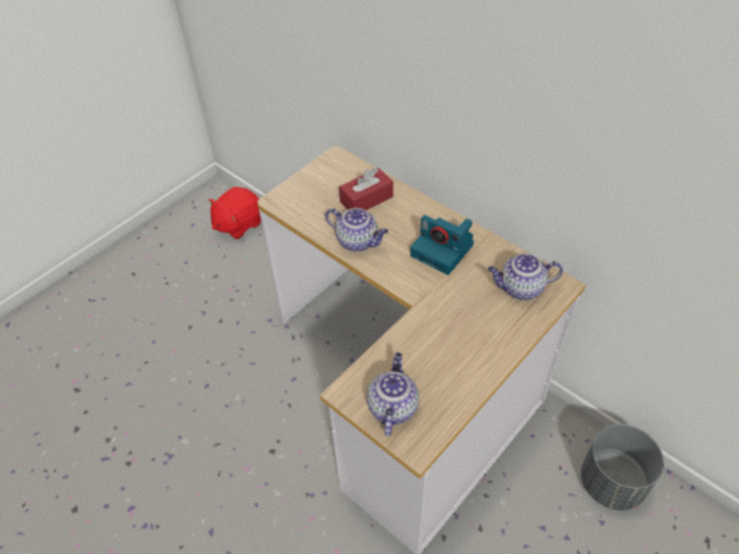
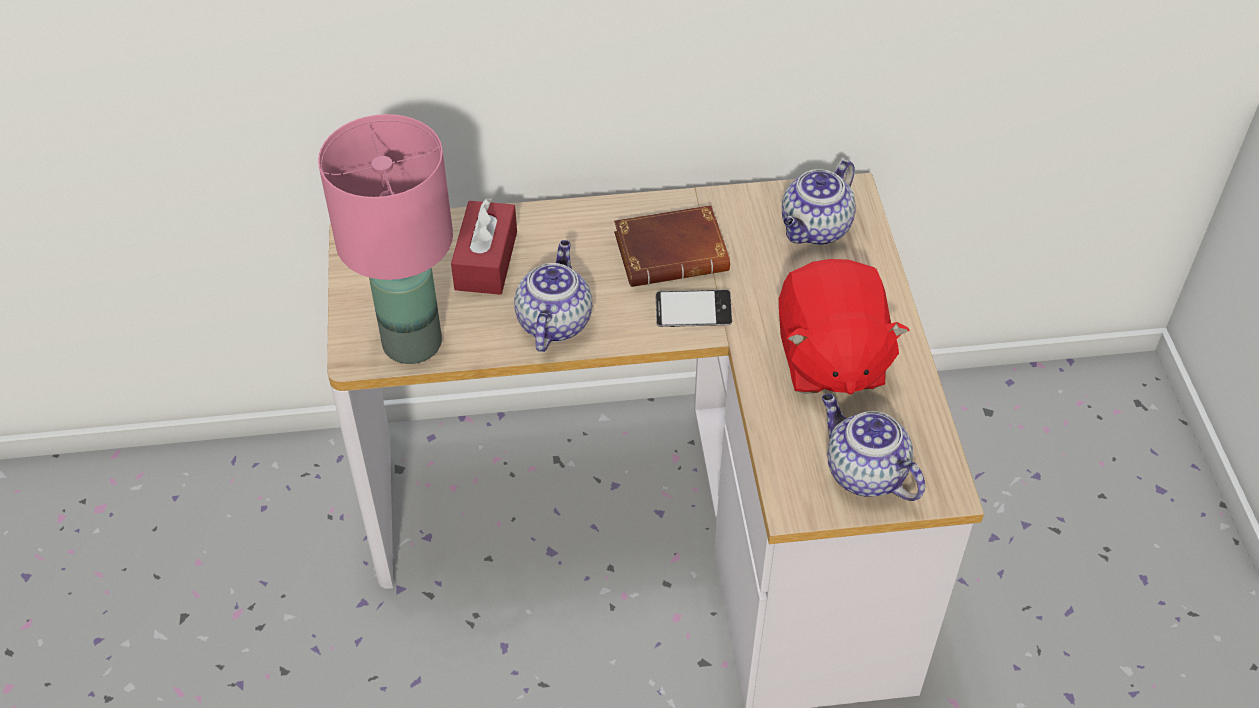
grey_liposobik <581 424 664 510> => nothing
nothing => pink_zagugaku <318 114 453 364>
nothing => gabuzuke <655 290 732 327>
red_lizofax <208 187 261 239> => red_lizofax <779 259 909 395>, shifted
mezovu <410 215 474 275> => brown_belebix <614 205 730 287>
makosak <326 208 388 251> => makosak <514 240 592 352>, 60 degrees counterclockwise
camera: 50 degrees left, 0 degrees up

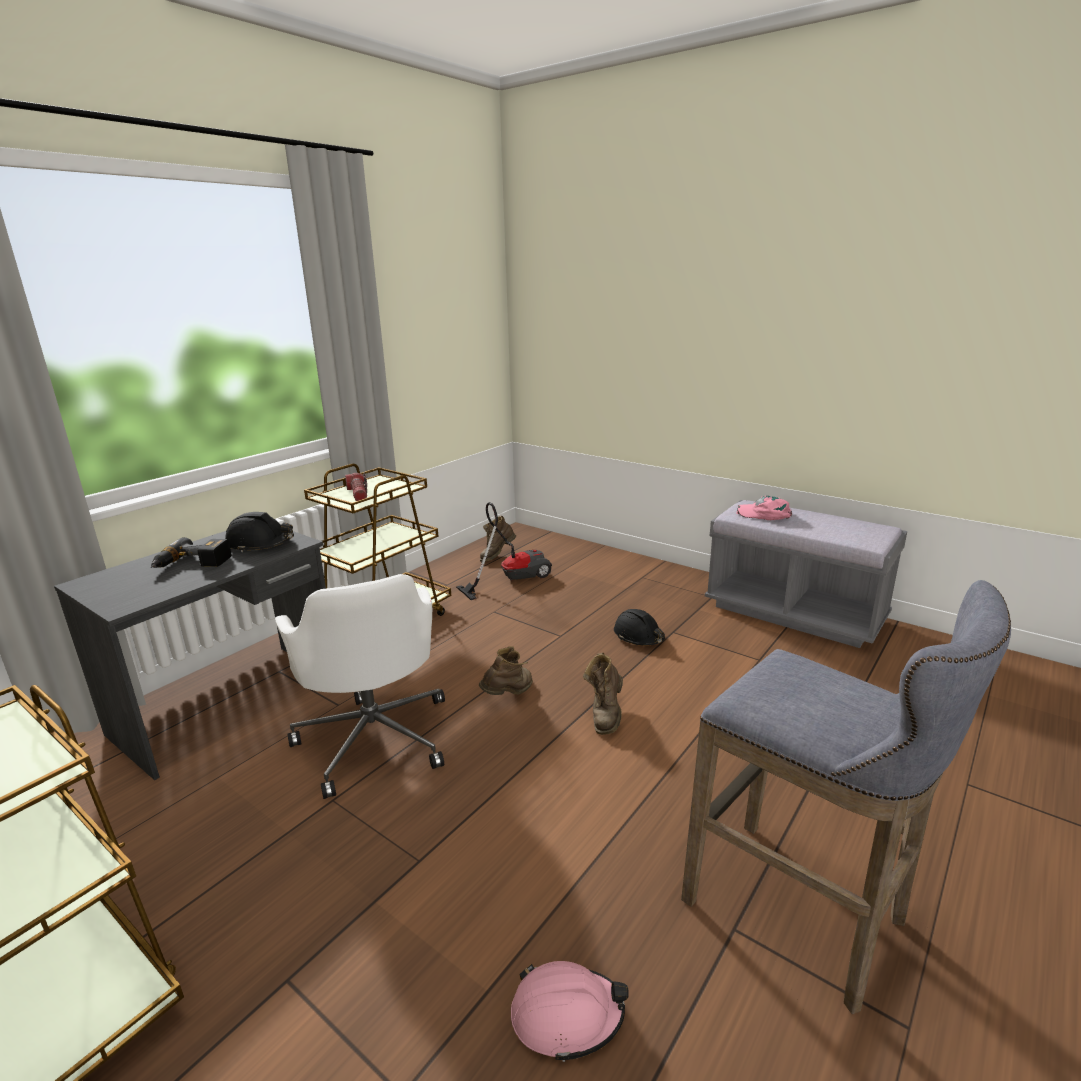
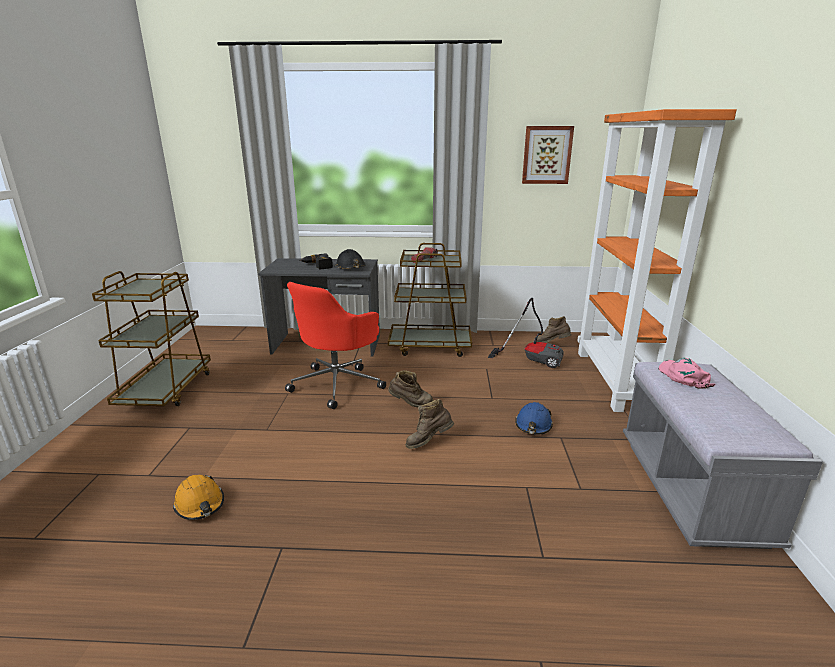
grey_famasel <681 580 1011 1014> => nothing
nothing => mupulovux <522 126 574 184>
nothing => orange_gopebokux <577 109 737 412>
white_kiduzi <275 574 445 799> => red_kiduzi <285 282 386 409>
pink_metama <511 961 629 1062> => orange_metama <173 475 224 520>
black_metama <614 609 665 646> => blue_metama <515 402 553 435>
camera: 55 degrees right, 0 degrees up

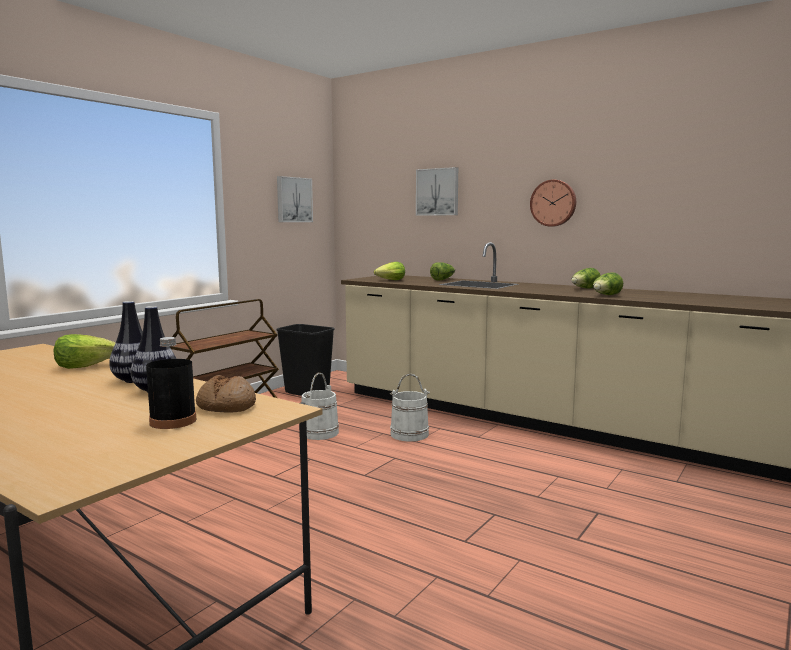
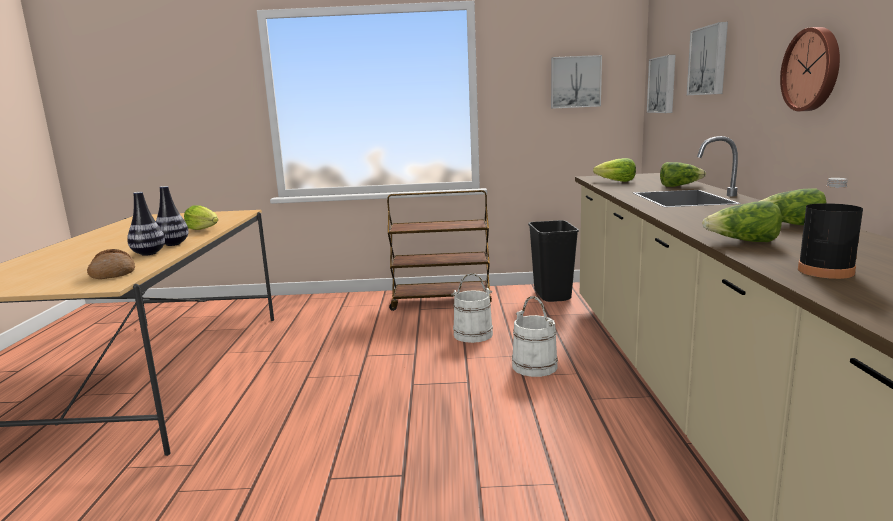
nothing => mupulovux <647 55 676 113>
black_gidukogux <146 337 196 429> => black_gidukogux <798 178 863 279>, shifted
camera: 55 degrees right, 5 degrees up

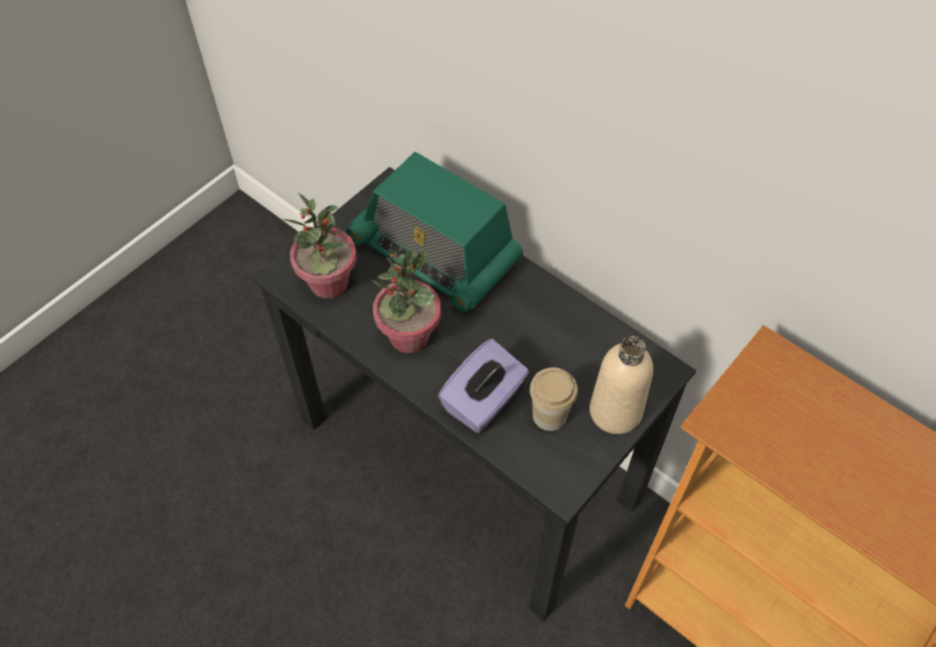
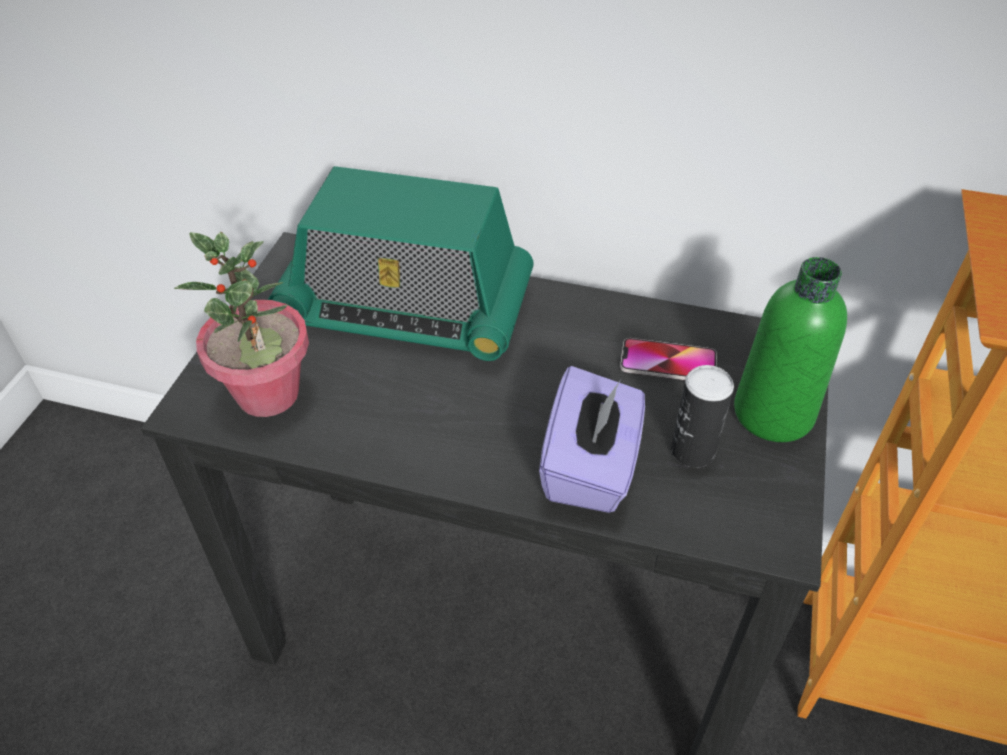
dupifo <372 250 441 353> => nothing
nothing => gabuzuke <620 338 717 380>
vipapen <530 368 578 431> => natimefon <671 365 734 468>
beige_gidukogux <590 336 653 434> => green_gidukogux <734 257 847 442>
camera: 25 degrees left, 10 degrees down

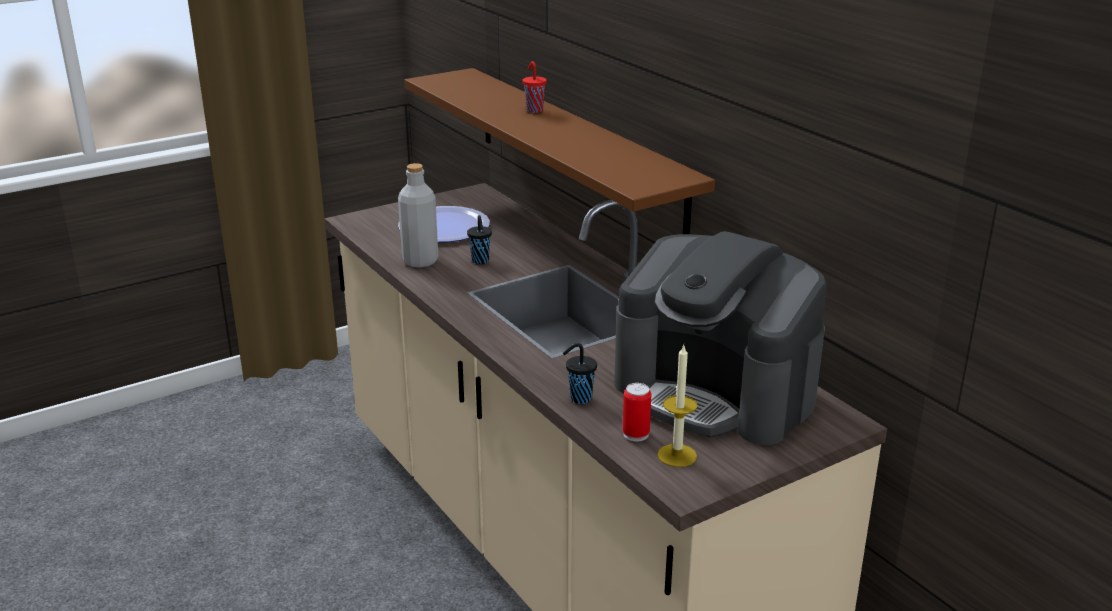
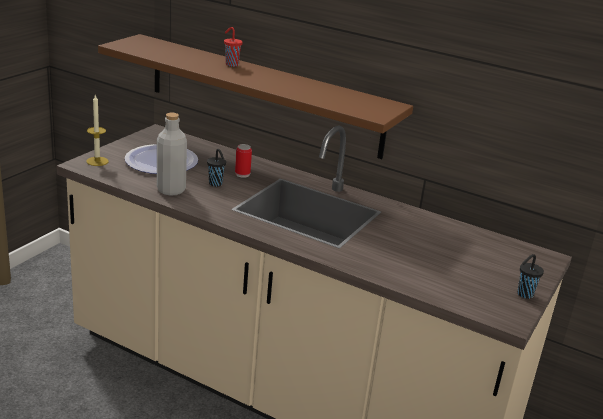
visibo <614 231 827 445> => nothing
black_vipapen <563 343 597 404> => black_vipapen <517 254 544 299>, shifted
natimefon <623 383 651 442> => natimefon <235 144 252 178>, shifted
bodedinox <657 345 698 467> => bodedinox <86 95 109 166>, shifted
camera: 30 degrees left, 0 degrees up

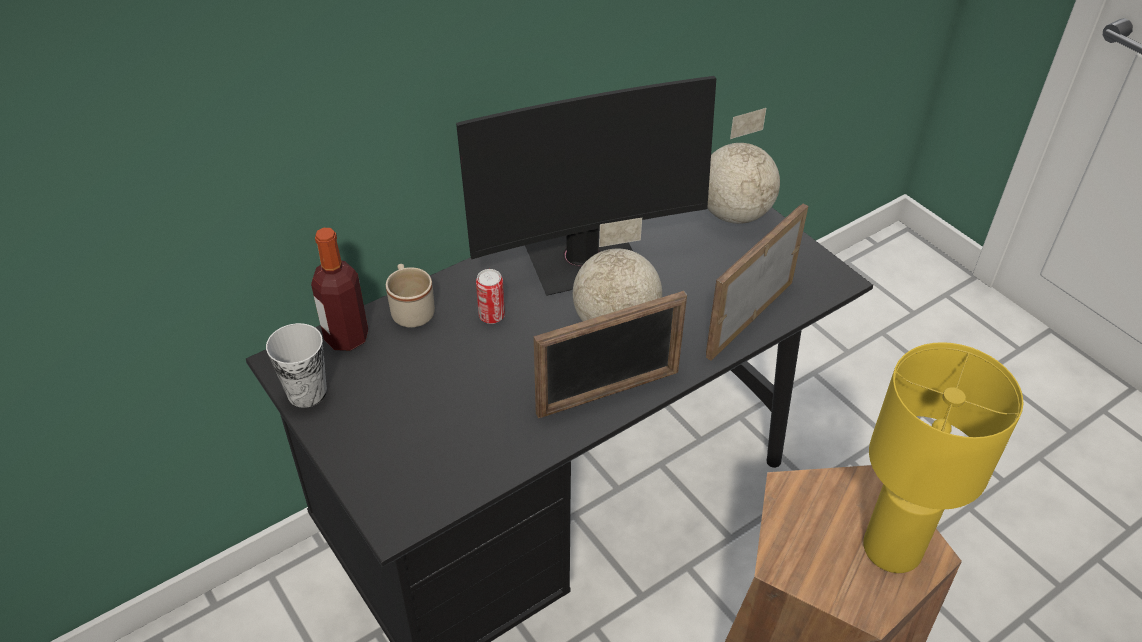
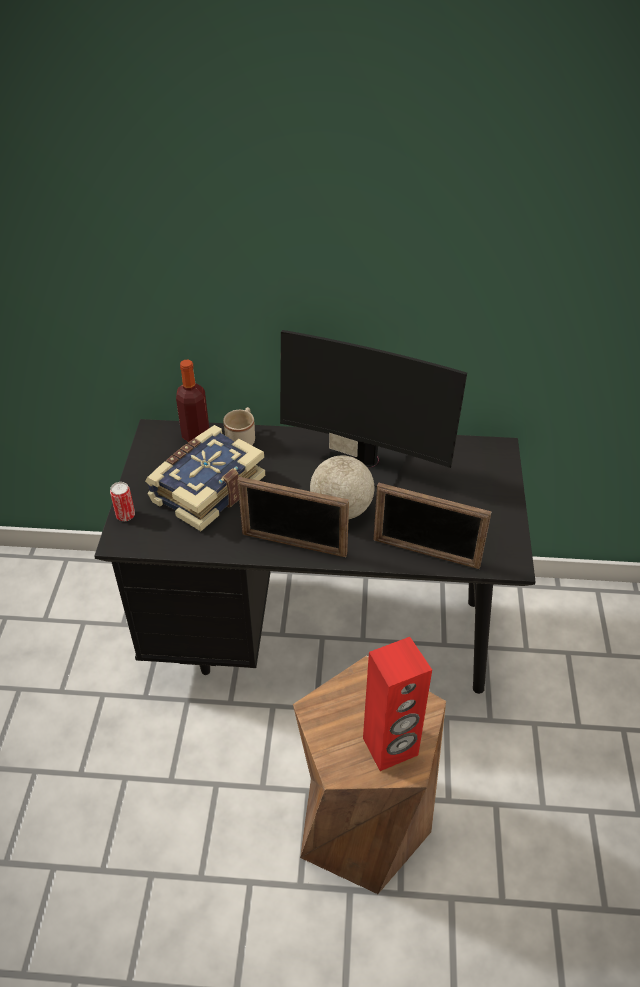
vipapen <266 323 327 408> => nothing
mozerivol <707 108 780 224> => nothing
nothing => belebix <145 425 265 531>
natimefon <476 269 505 324> => natimefon <110 482 135 521>, shifted
yellow_zagugaku <863 342 1023 573> => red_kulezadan <363 637 432 771>
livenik <706 204 808 361> => livenik <374 483 492 569>, 150 degrees counterclockwise
camera: 40 degrees right, 0 degrees up

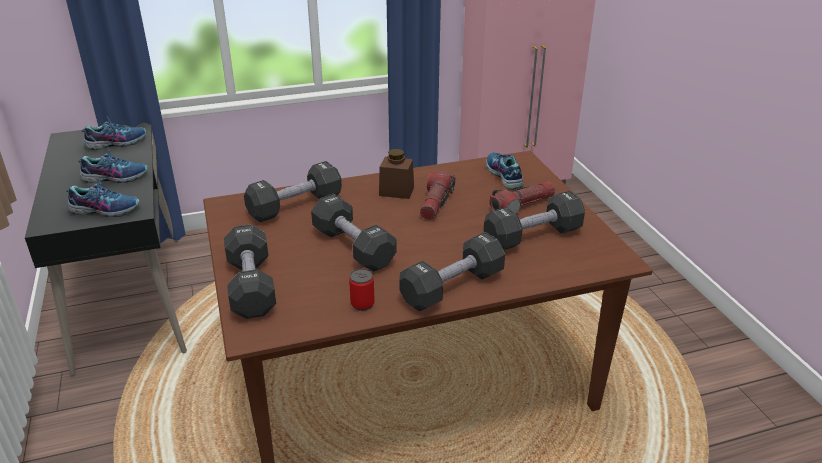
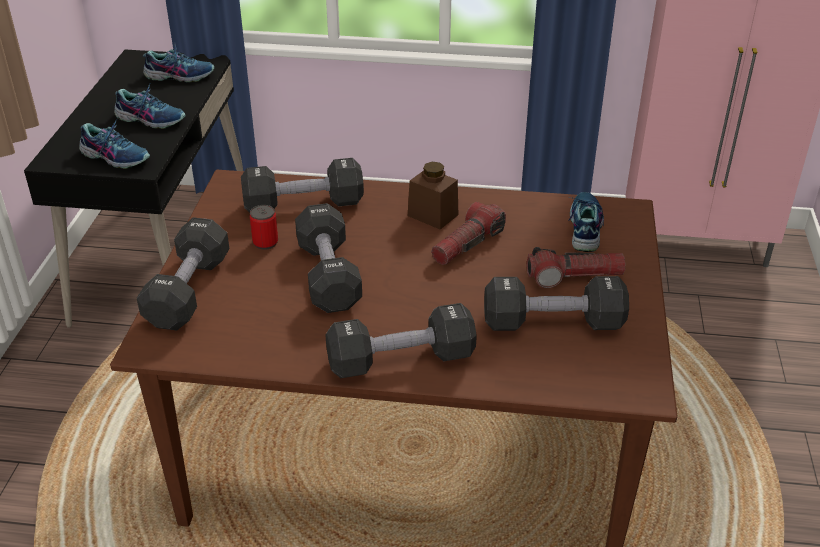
natimefon <349 269 375 311> => natimefon <250 205 278 250>, shifted
camera: 25 degrees right, 5 degrees up

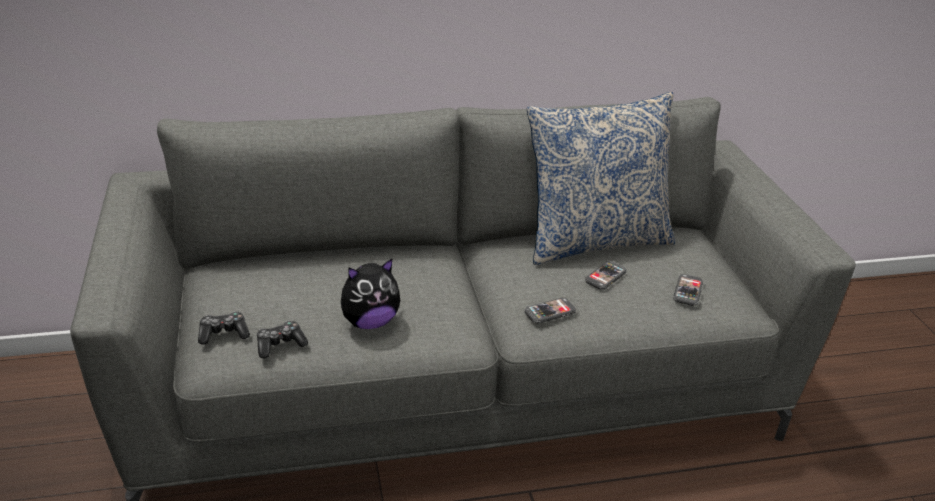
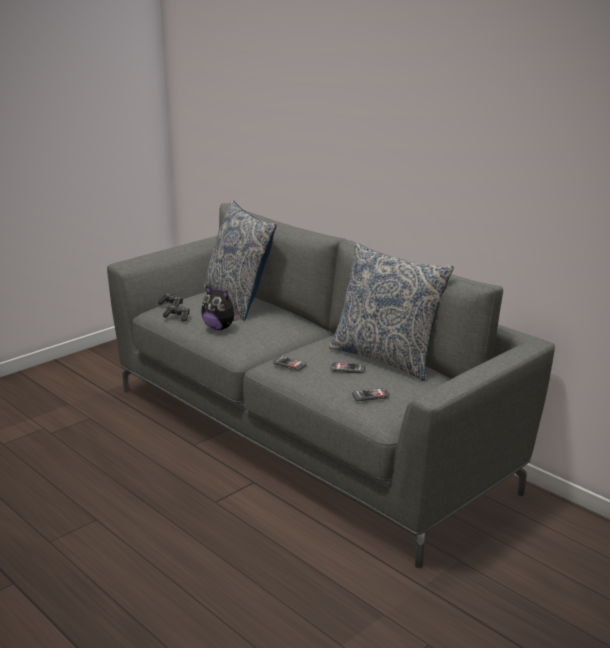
nothing => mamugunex <204 200 277 321>
camera: 60 degrees right, 10 degrees down

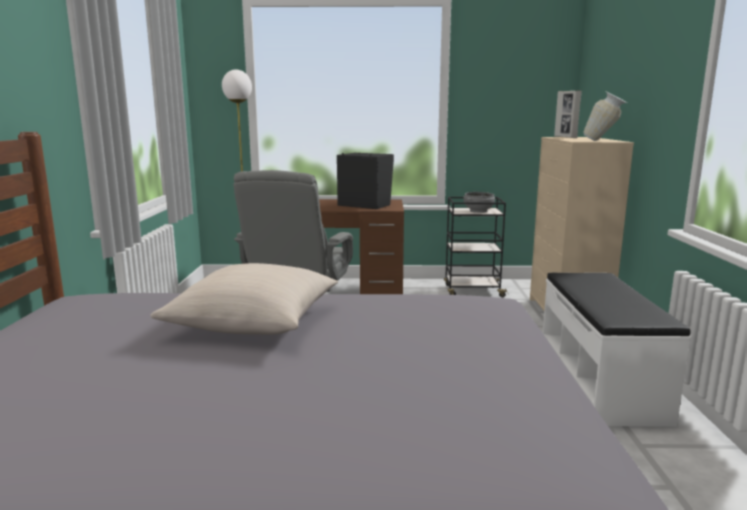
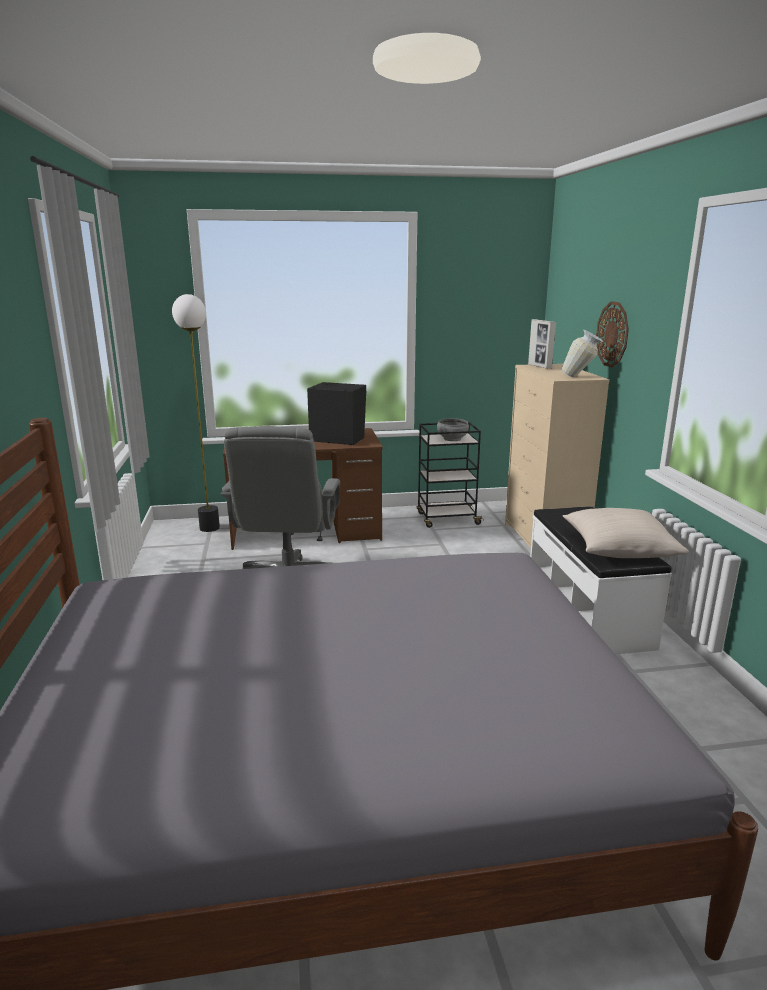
nothing => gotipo <596 301 629 367>
beige_mamugunex <150 263 338 335> => beige_mamugunex <563 508 689 558>, shifted
camera: 10 degrees left, 5 degrees up

